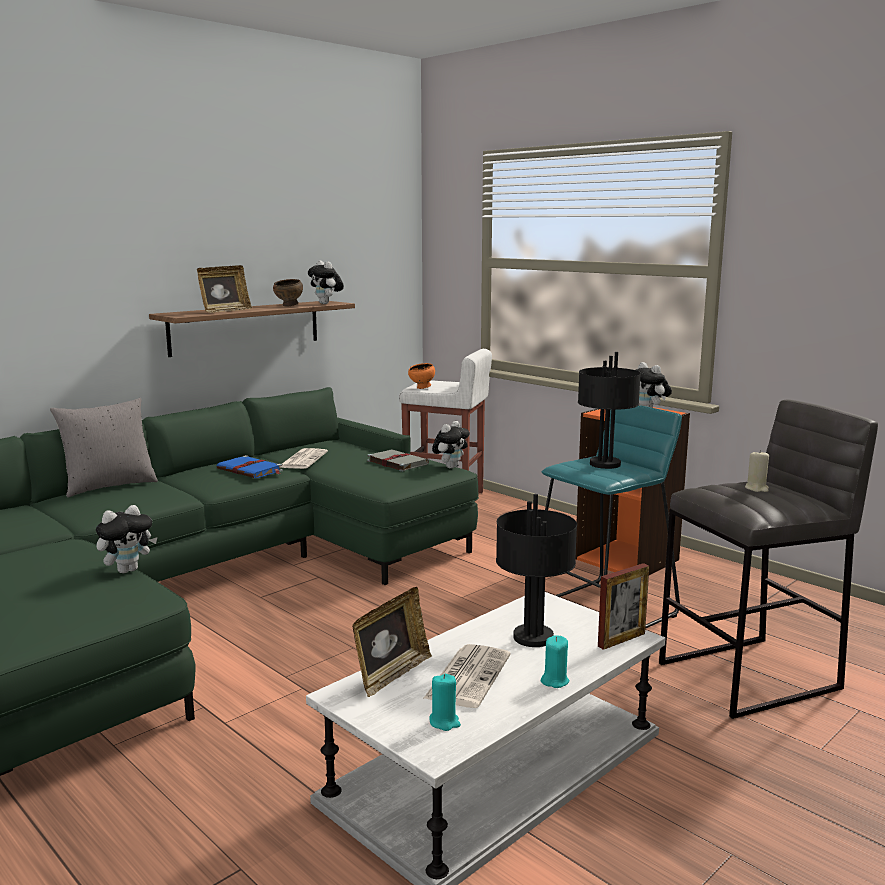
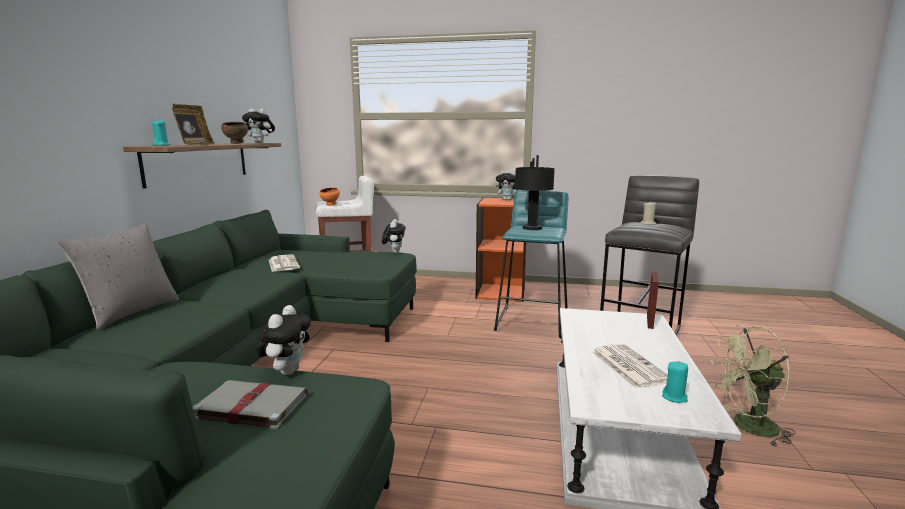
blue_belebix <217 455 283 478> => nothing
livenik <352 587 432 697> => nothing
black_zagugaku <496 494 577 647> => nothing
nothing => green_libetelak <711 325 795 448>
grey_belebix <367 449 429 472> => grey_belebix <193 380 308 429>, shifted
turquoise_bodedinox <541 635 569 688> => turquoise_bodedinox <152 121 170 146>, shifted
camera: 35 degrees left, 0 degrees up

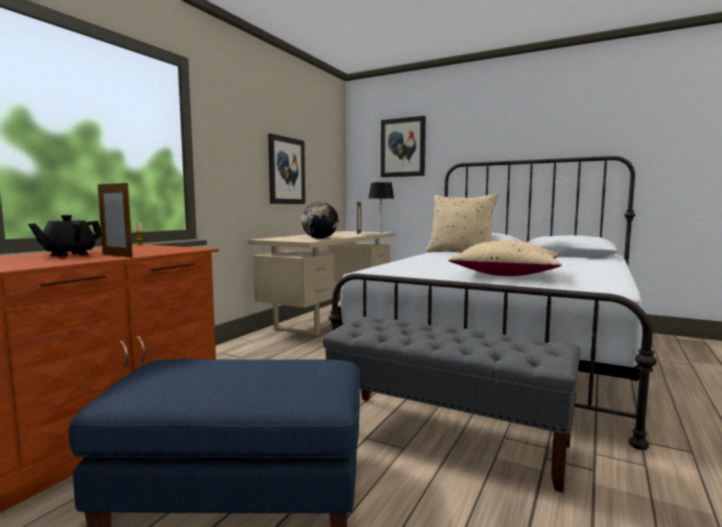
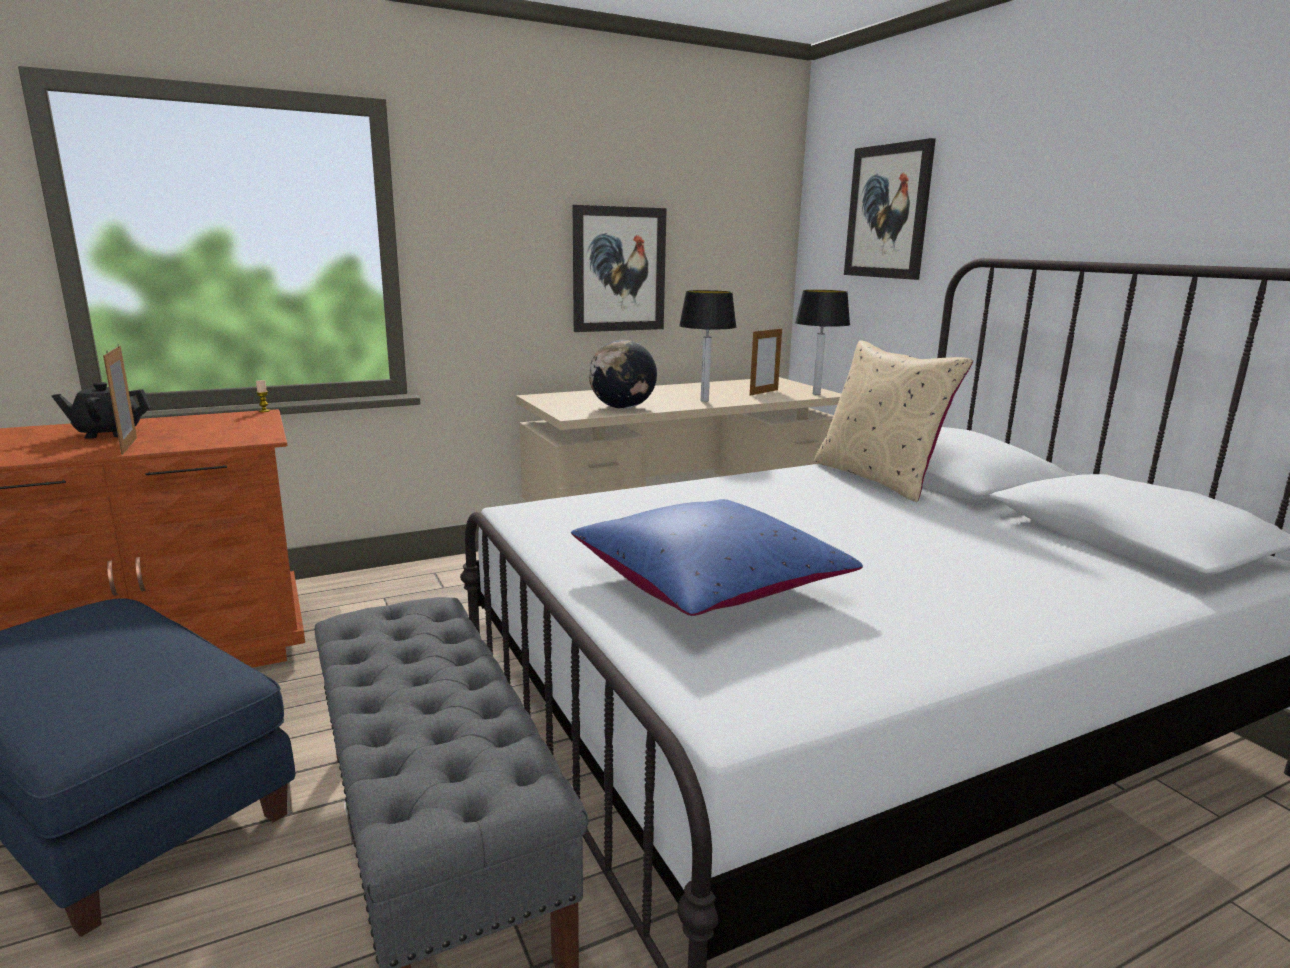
nothing => zagugaku <679 290 737 402>
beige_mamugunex <448 240 562 276> => blue_mamugunex <571 499 863 616>
camera: 35 degrees right, 10 degrees up

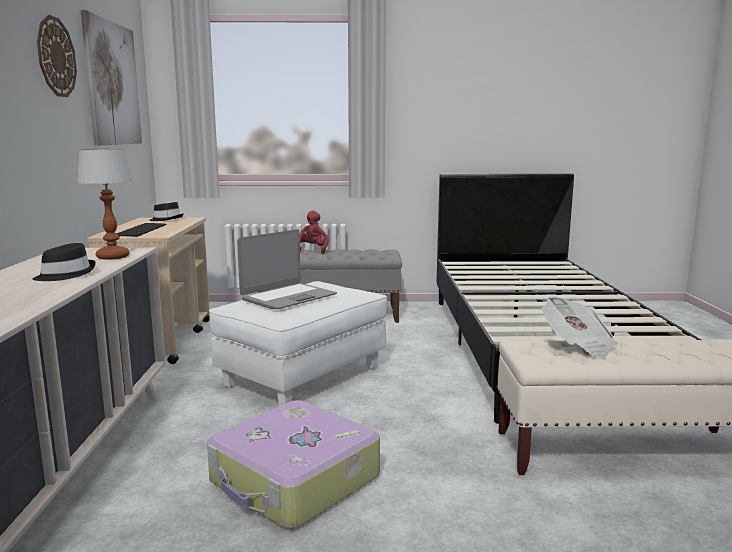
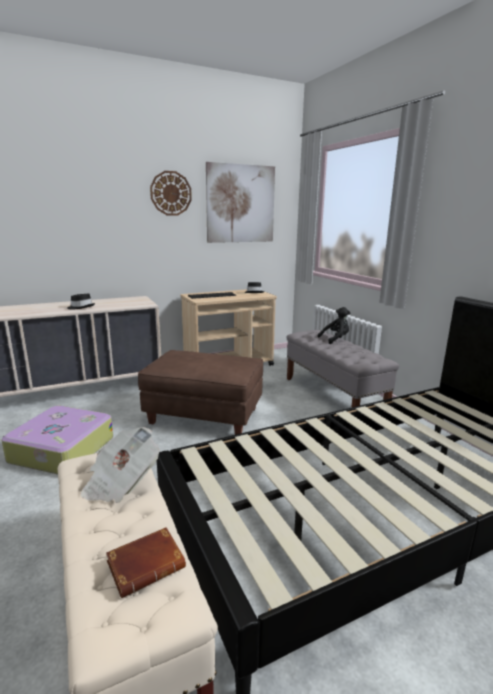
zagugaku <77 149 134 260> => nothing
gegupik <237 229 337 309> => nothing
nothing => brown_belebix <106 527 186 598>
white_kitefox <209 281 387 406> => brown_kitefox <138 350 263 435>
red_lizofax <300 210 329 254> => black_lizofax <318 307 350 344>
camera: 65 degrees right, 5 degrees up

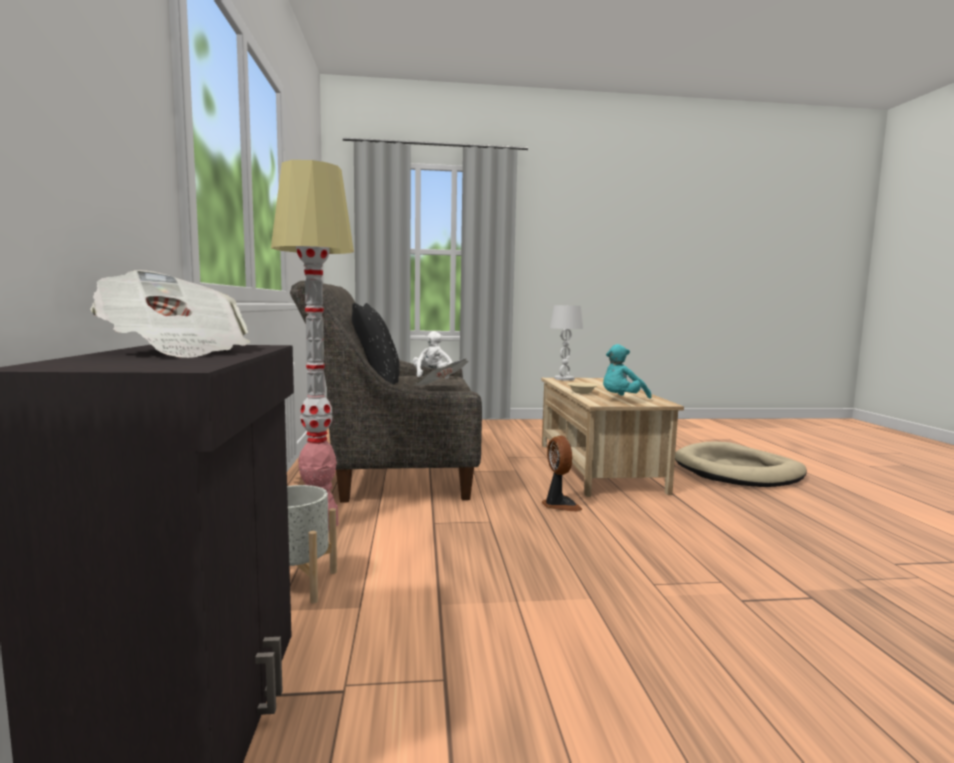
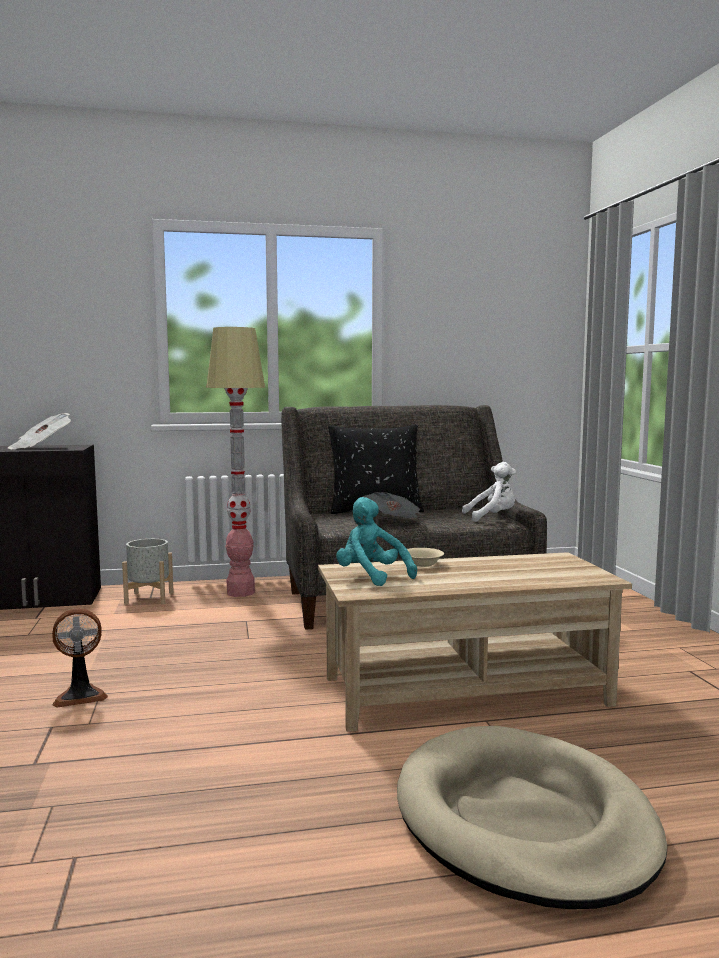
white_zagugaku <550 305 583 381> => nothing
libetelak <542 436 583 511> => libetelak <52 608 108 708>, shifted
camera: 85 degrees right, 0 degrees up

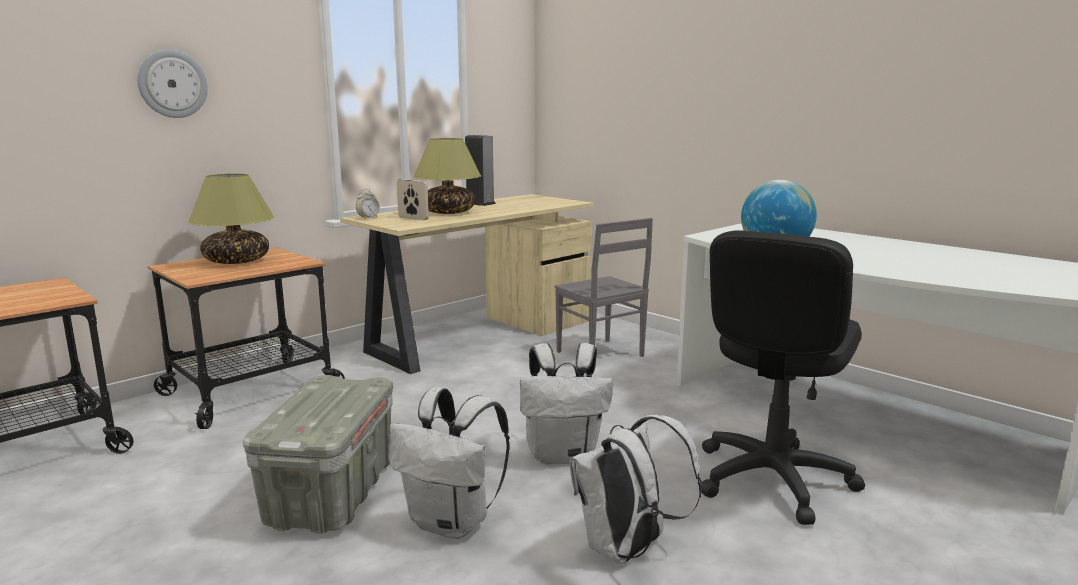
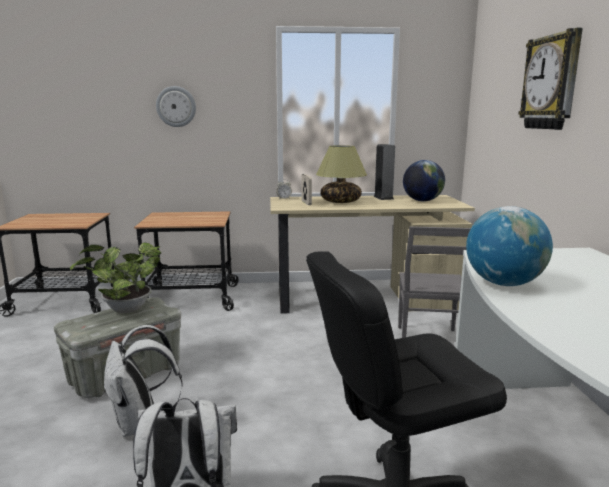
zagugaku <188 173 274 264> => nothing
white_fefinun <520 343 613 464> => nothing
nothing => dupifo <69 242 161 313>
nothing => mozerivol <403 160 445 201>
nothing => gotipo <518 28 583 130>
camera: 40 degrees right, 0 degrees up

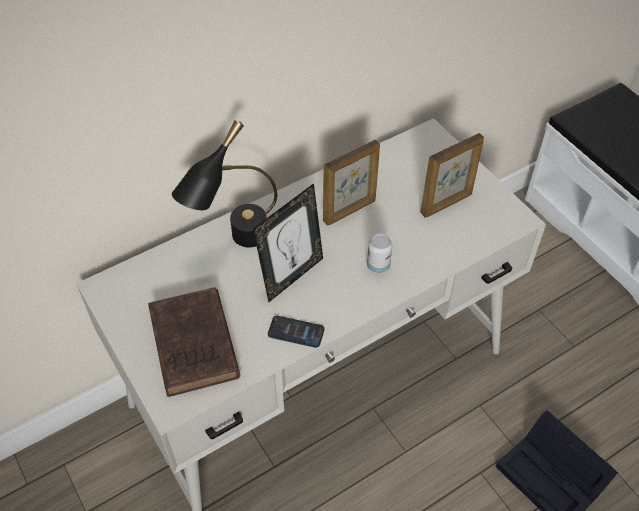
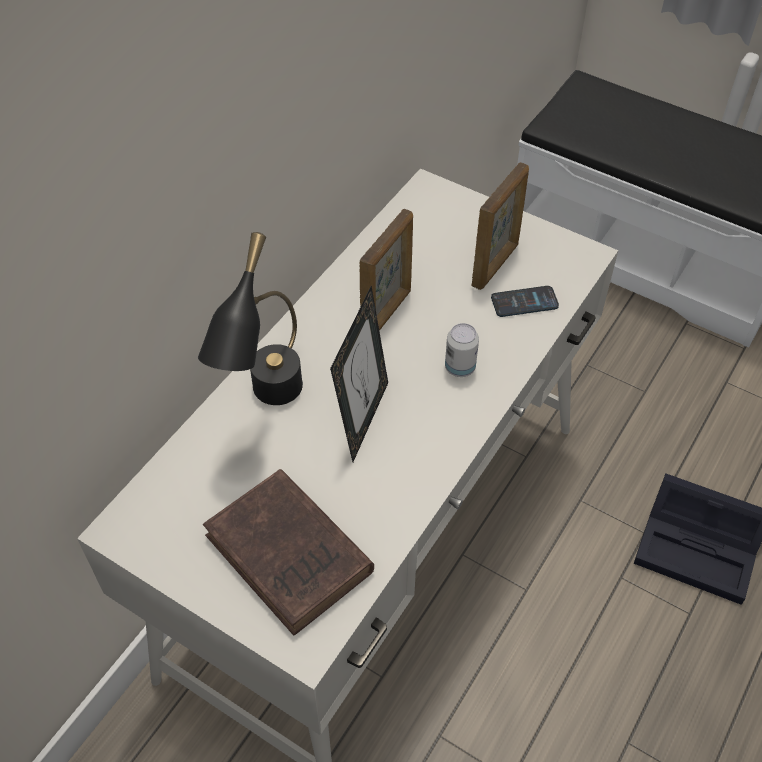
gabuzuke <268 316 325 348> => gabuzuke <491 286 559 317>, shifted
camera: 25 degrees left, 0 degrees up

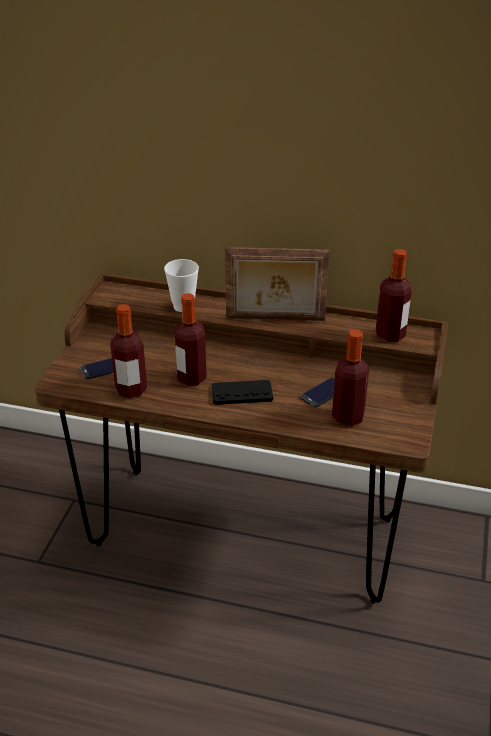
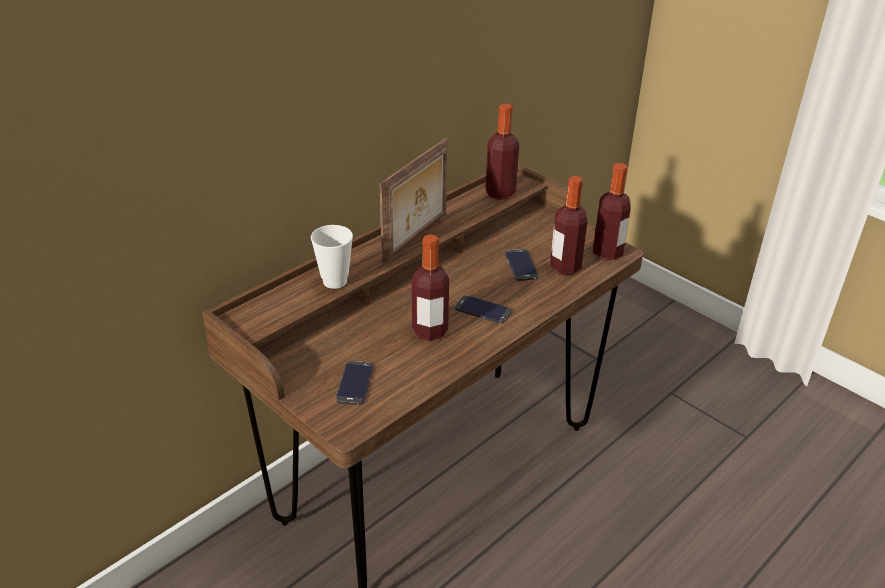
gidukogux <110 304 147 399> => gidukogux <593 163 631 260>, shifted
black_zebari <212 380 273 405> => gabuzuke <455 295 511 324>
camera: 60 degrees left, 0 degrees up

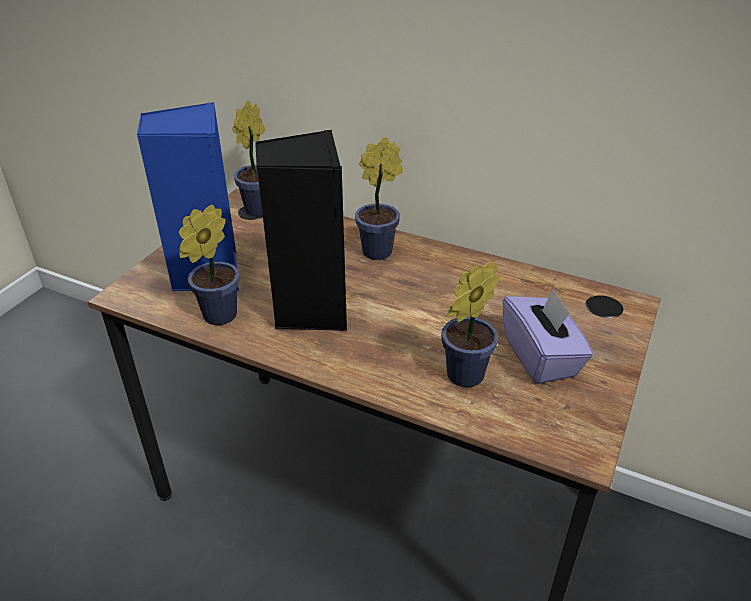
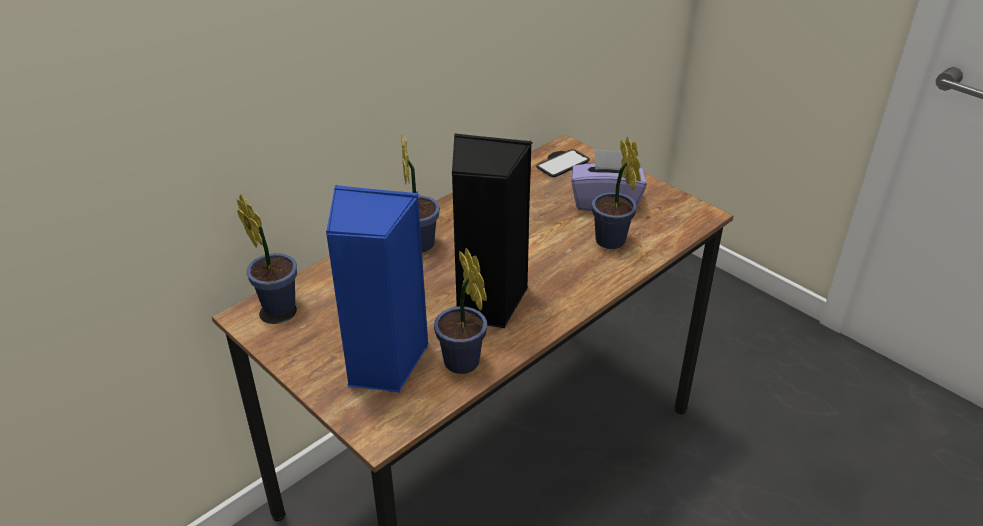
nothing => gabuzuke <536 149 590 177>
camera: 70 degrees left, 0 degrees up

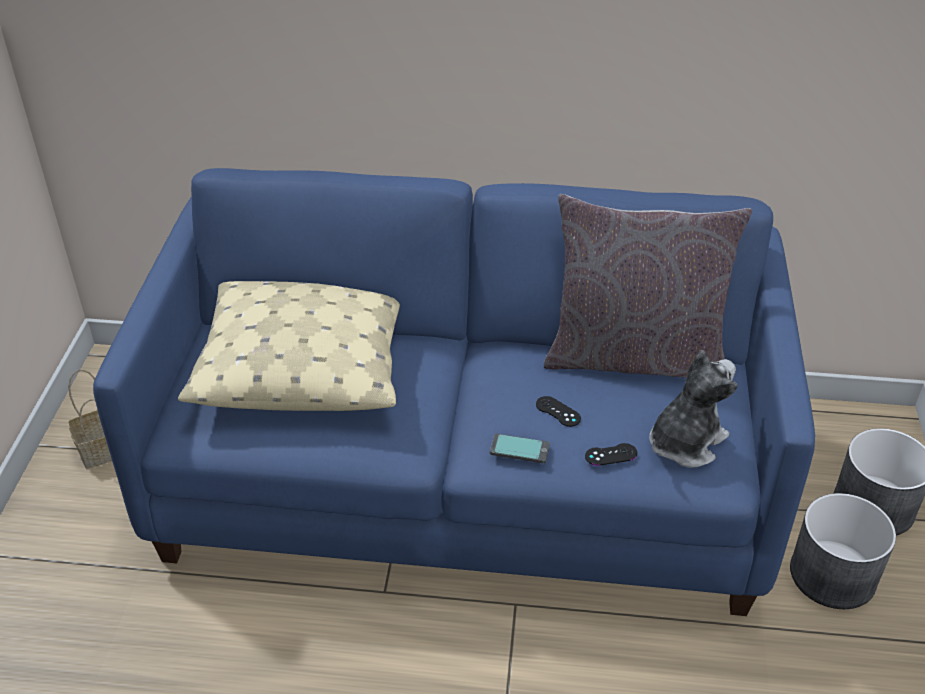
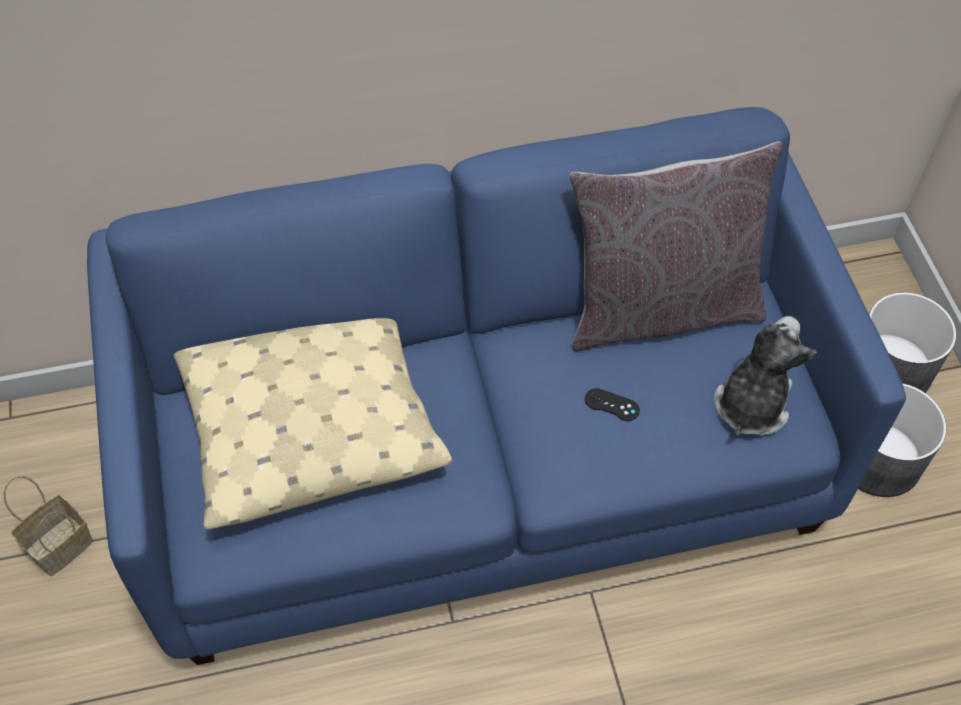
gabuzuke <490 434 550 463> => nothing
black_zebari <585 443 637 466> => nothing
camera: 20 degrees left, 15 degrees up

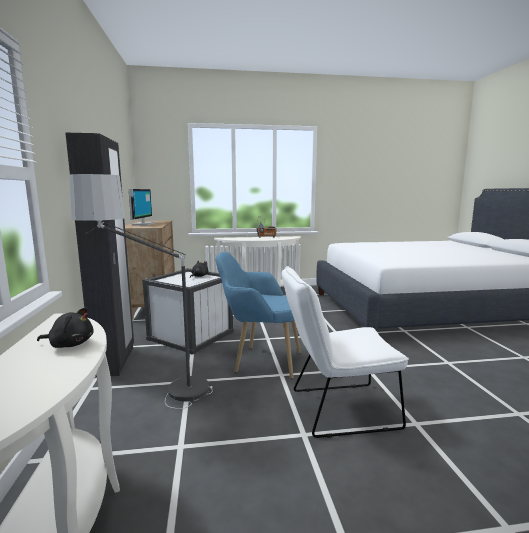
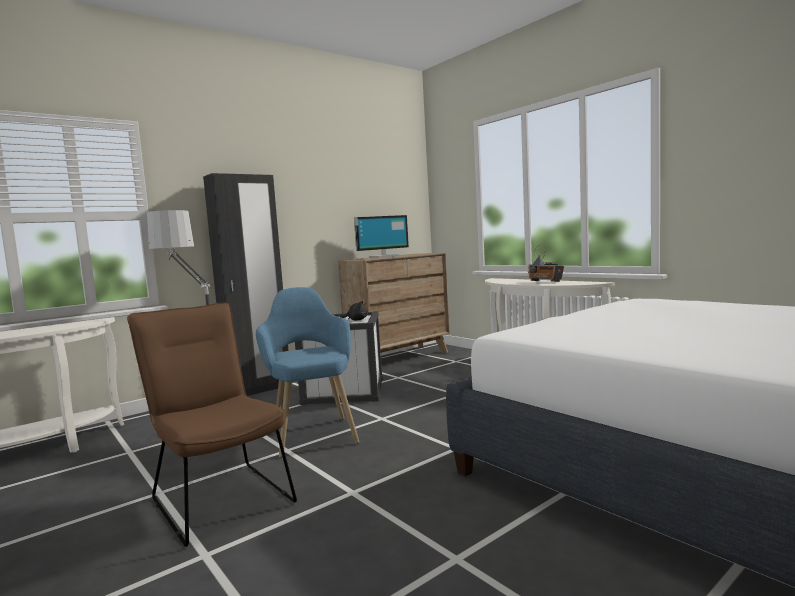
black_lizofax <37 307 93 348> => nothing
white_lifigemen <282 266 409 438> => brown_lifigemen <127 302 297 547>
camera: 60 degrees right, 5 degrees down

